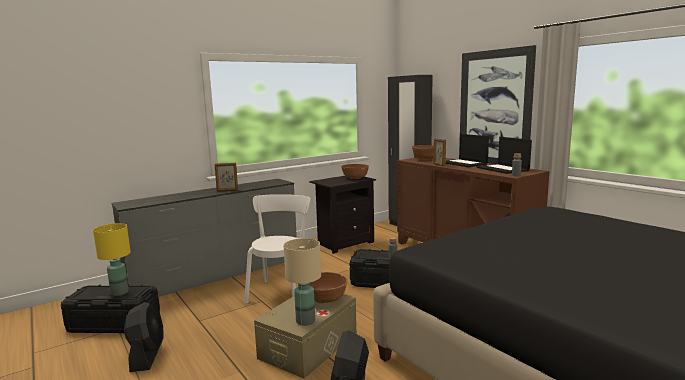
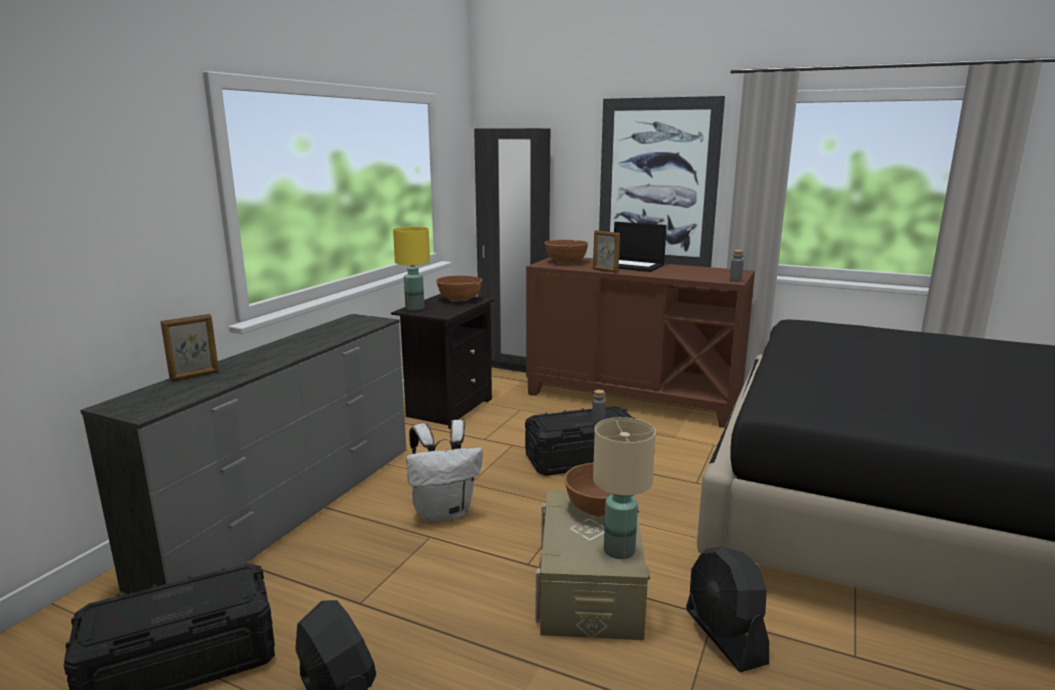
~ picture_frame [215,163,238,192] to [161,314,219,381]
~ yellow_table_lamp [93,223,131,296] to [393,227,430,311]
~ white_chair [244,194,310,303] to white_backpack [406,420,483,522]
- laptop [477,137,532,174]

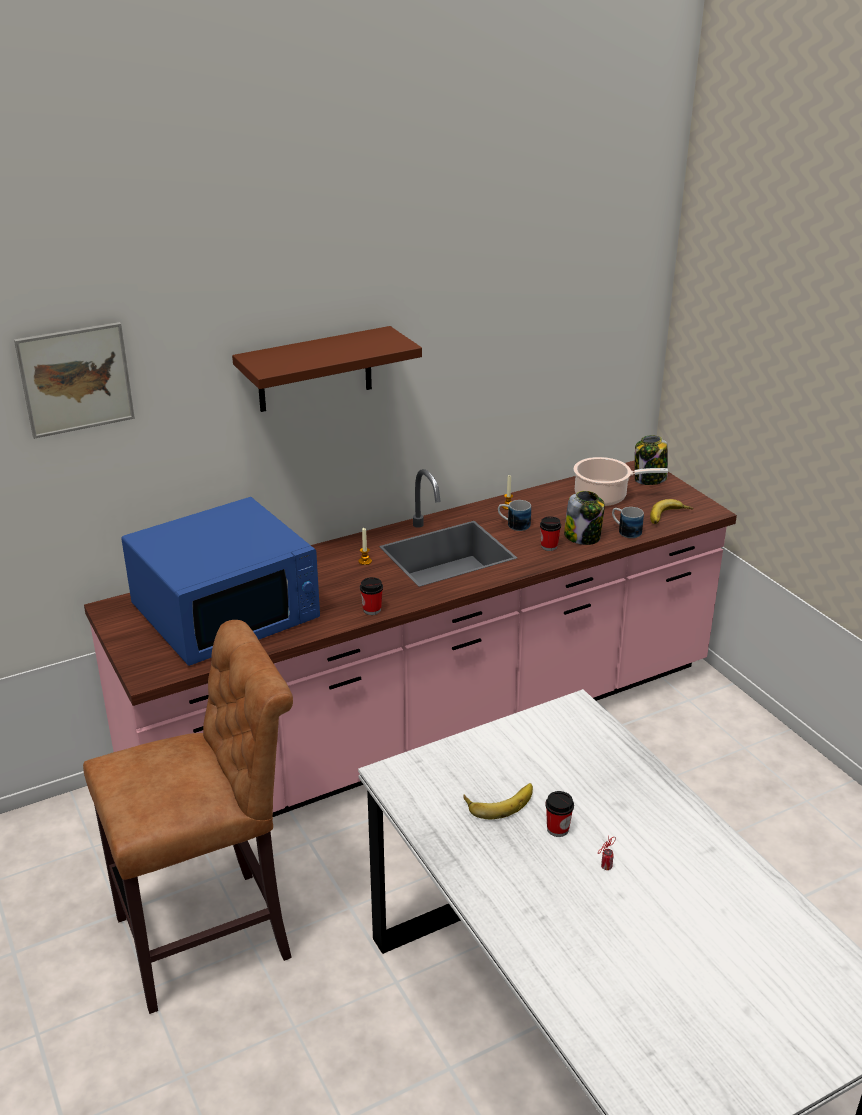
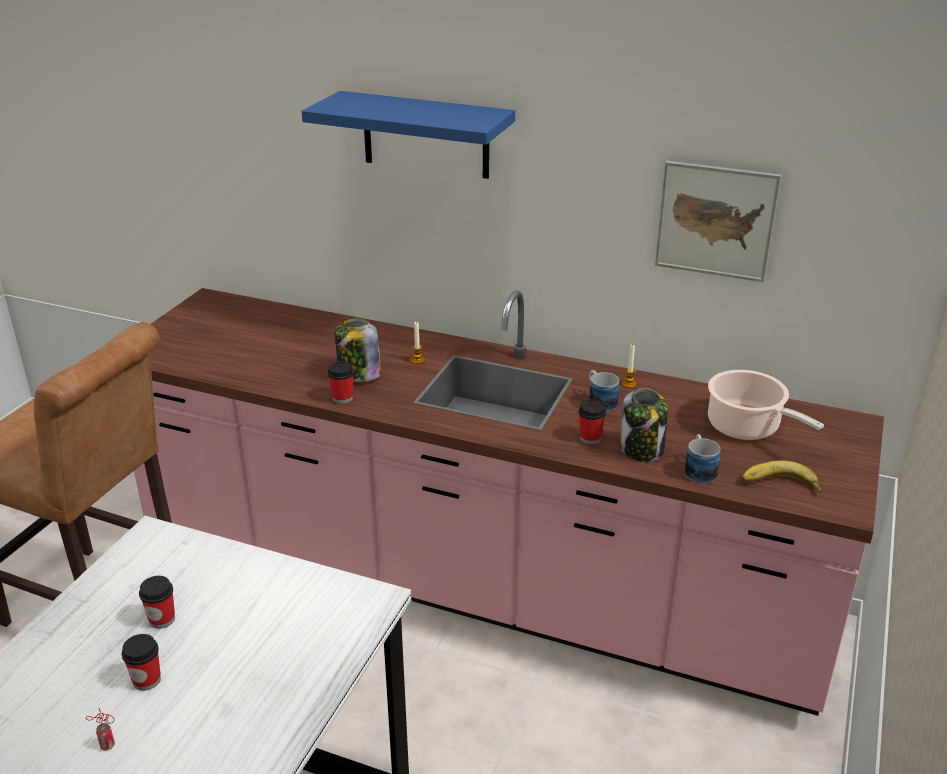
~ banana [463,783,533,820] to cup [139,576,175,629]
~ brown_shelf [232,326,422,412] to blue_shelf [302,91,515,179]
~ jar [635,435,668,485] to [335,318,381,382]
~ picture [14,322,135,439] to [655,161,781,282]
- blue_microwave [121,497,320,666]

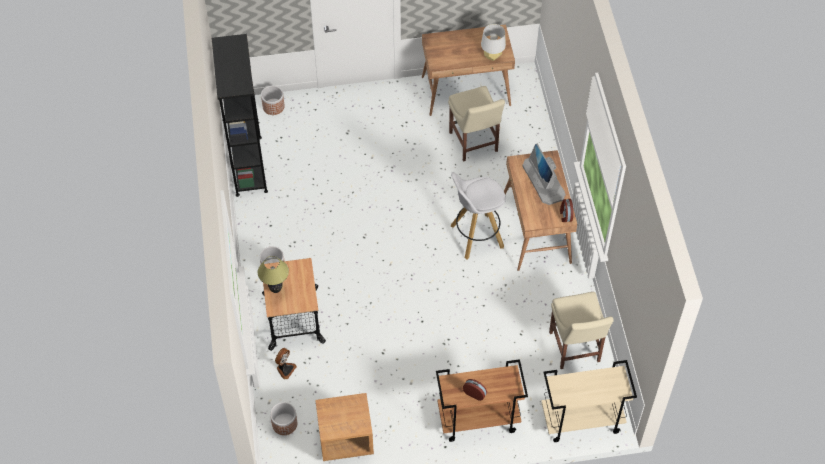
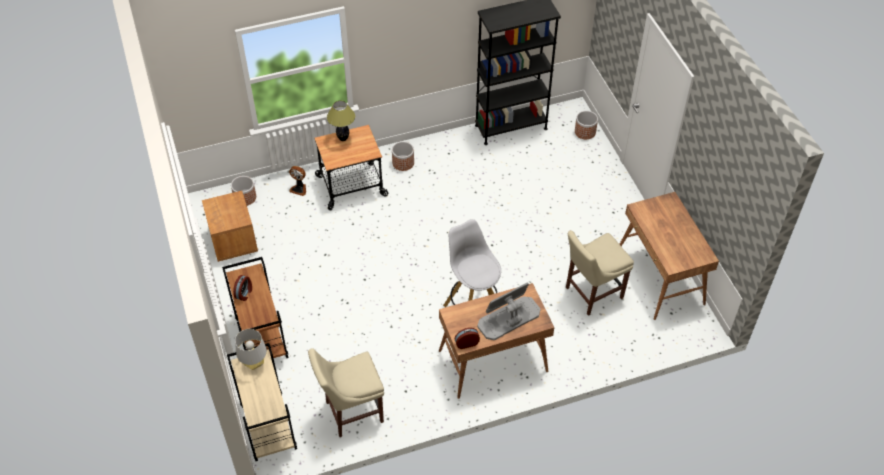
~ grey_table_lamp [481,24,506,61] to [235,329,267,370]

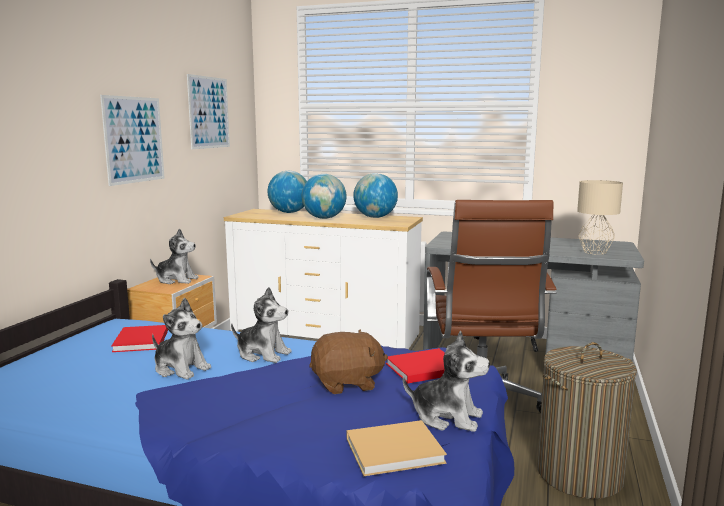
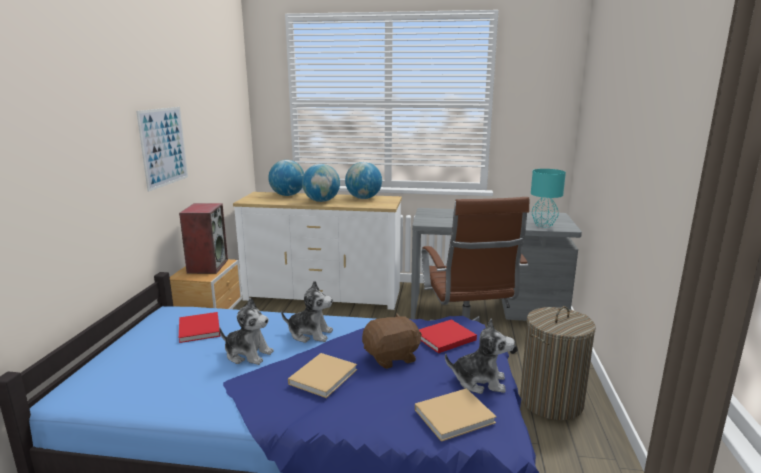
~ plush_toy [150,228,199,284] to speaker [179,203,228,274]
+ beige_book [288,353,357,398]
~ beige_table_lamp [577,180,623,255] to turquoise_table_lamp [531,169,566,227]
- picture [187,74,230,149]

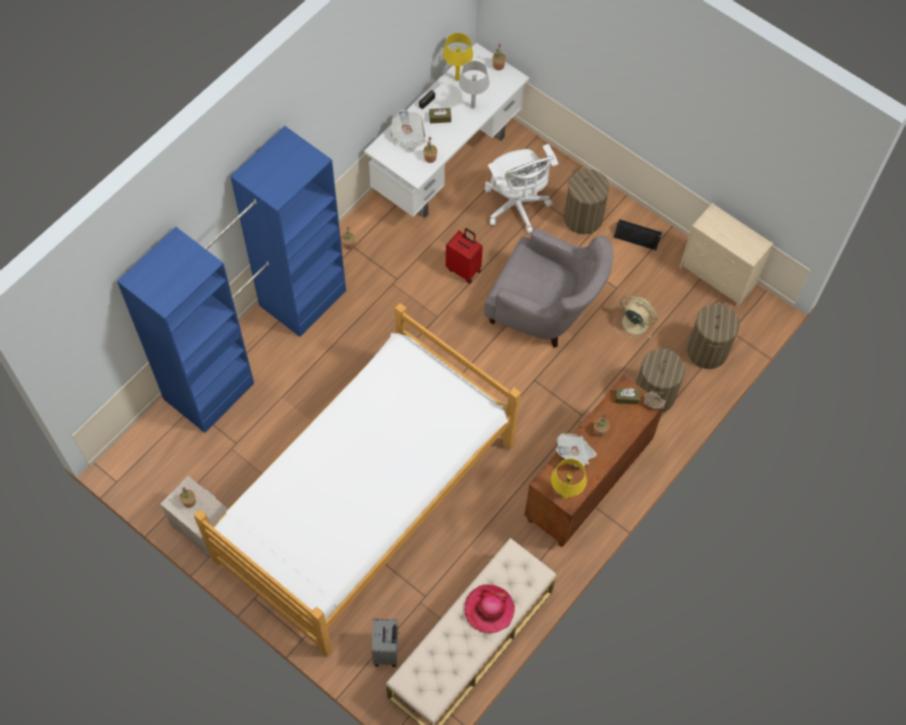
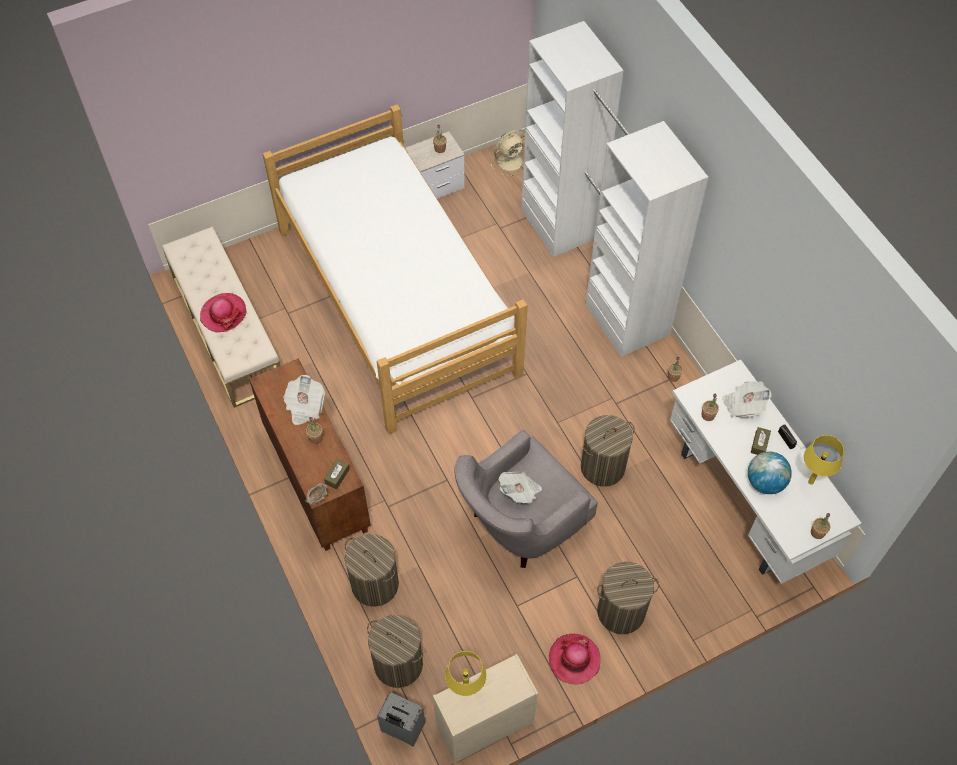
~ grey_suitcase [372,619,398,667] to [377,692,425,746]
~ yellow_table_lamp [551,459,587,499] to [445,651,487,696]
~ beige_fan [614,295,657,338] to [490,129,525,176]
+ newspaper [499,472,542,504]
~ blue_wardrobe [117,126,346,433] to white_wardrobe [521,21,708,357]
~ black_speaker [613,219,662,251] to hat [549,634,600,685]
~ red_suitcase [446,228,483,284] to laundry_basket [581,415,635,487]
~ grey_table_lamp [459,61,490,109] to globe [748,451,792,494]
- white_office_chair [485,144,558,234]

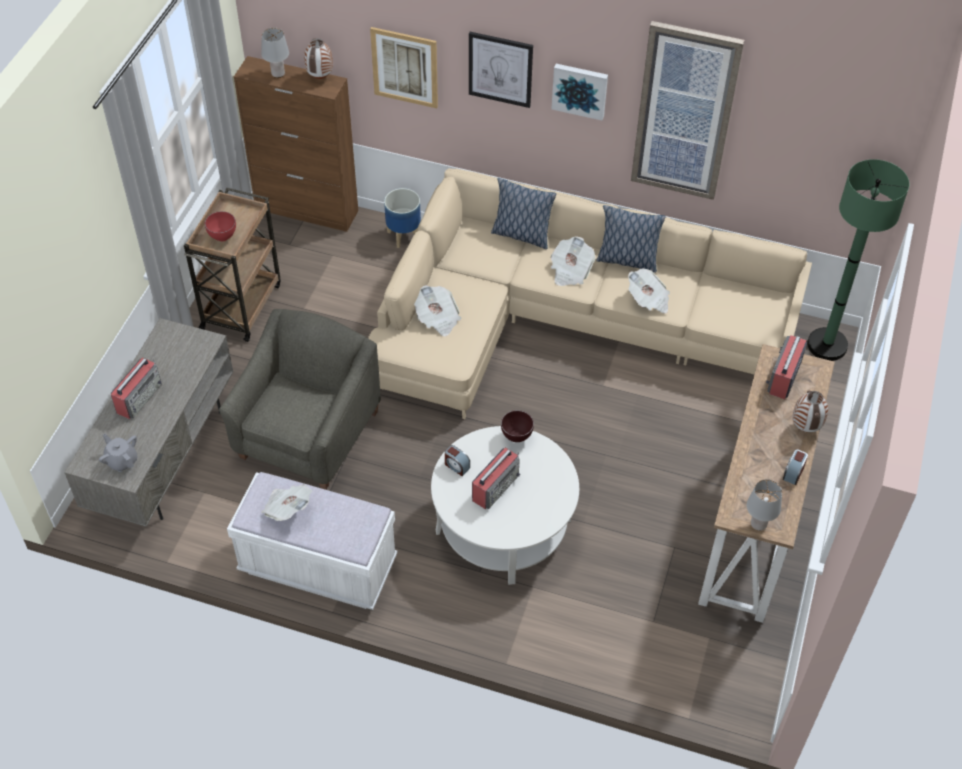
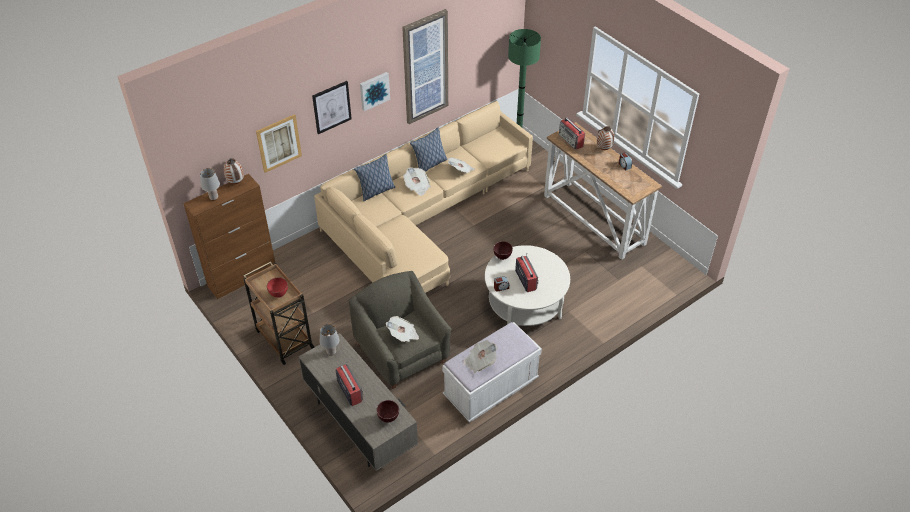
~ grey_table_lamp [746,479,782,531] to [320,324,339,355]
~ grey_teapot [99,434,137,472] to brown_bowl [376,400,399,423]
~ newspaper [414,285,461,337] to [386,316,419,342]
- planter [384,188,421,248]

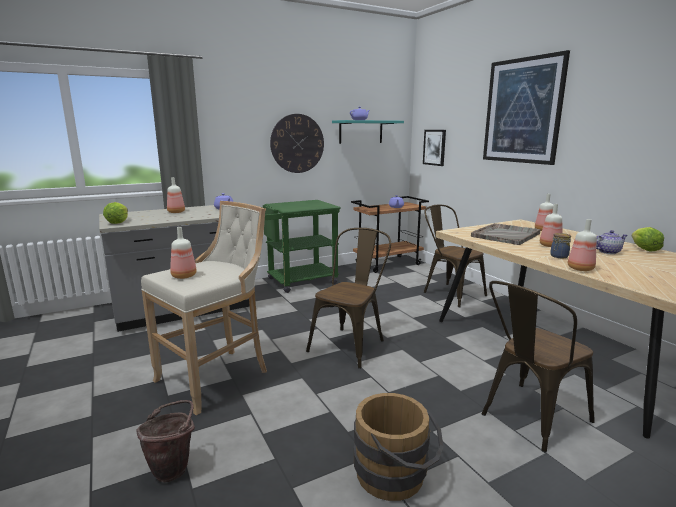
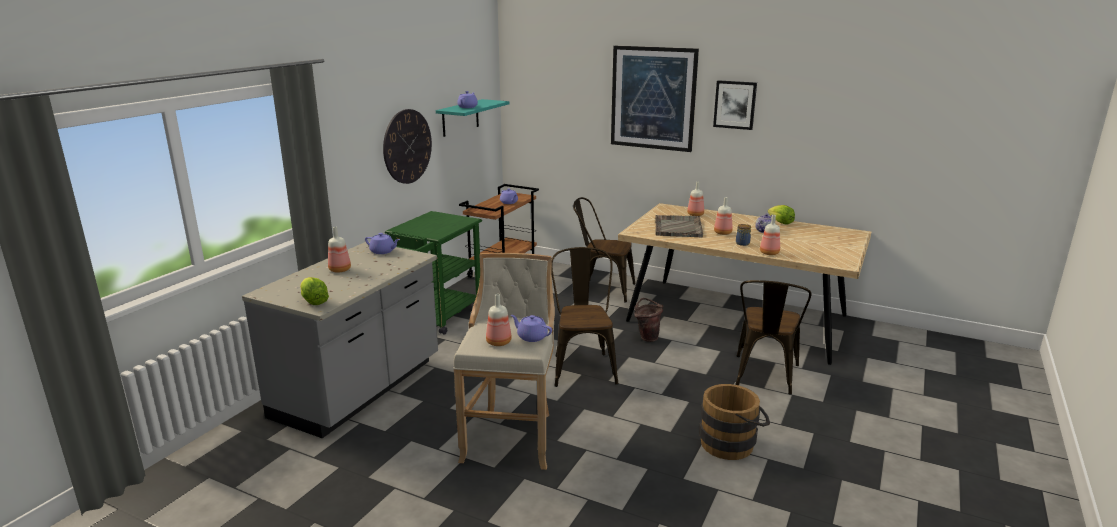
+ purple_teapot [511,315,552,342]
~ brown_bucket [136,400,195,482] to [634,298,663,342]
~ picture [423,130,446,166] to [713,80,757,130]

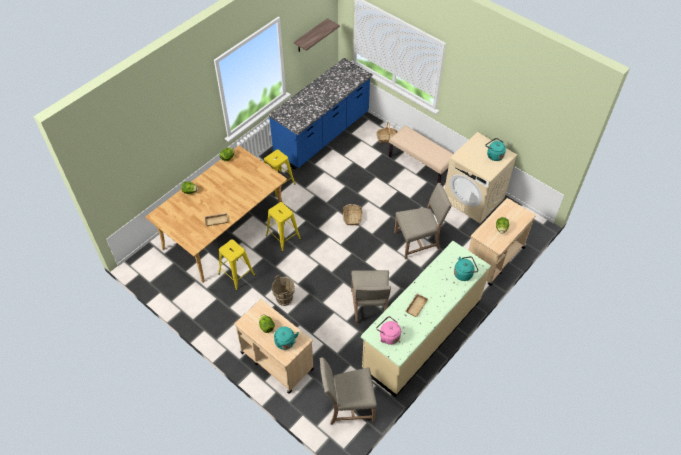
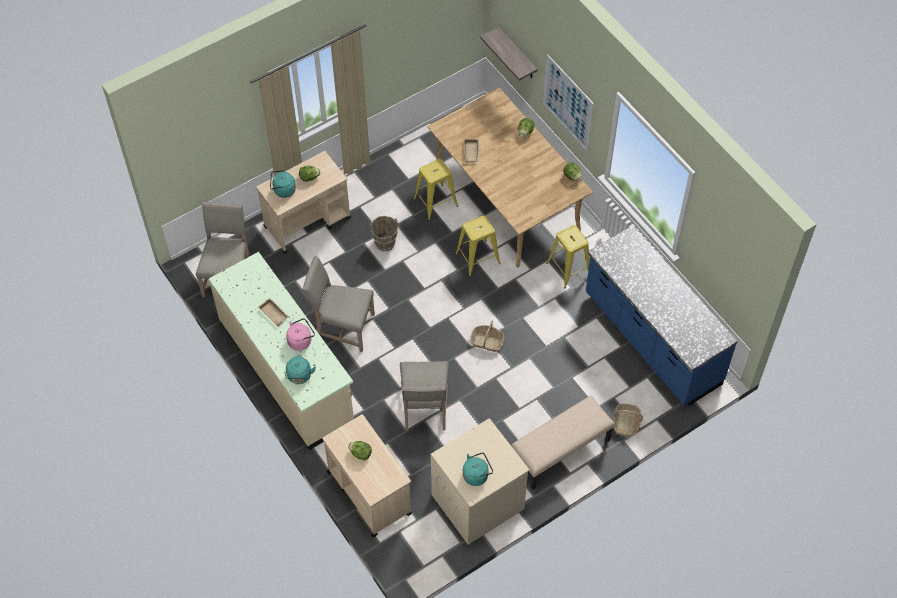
~ pink_kettle [376,316,401,345] to [286,318,315,351]
~ shelf [294,18,340,52] to [480,27,538,81]
+ picture [543,55,594,151]

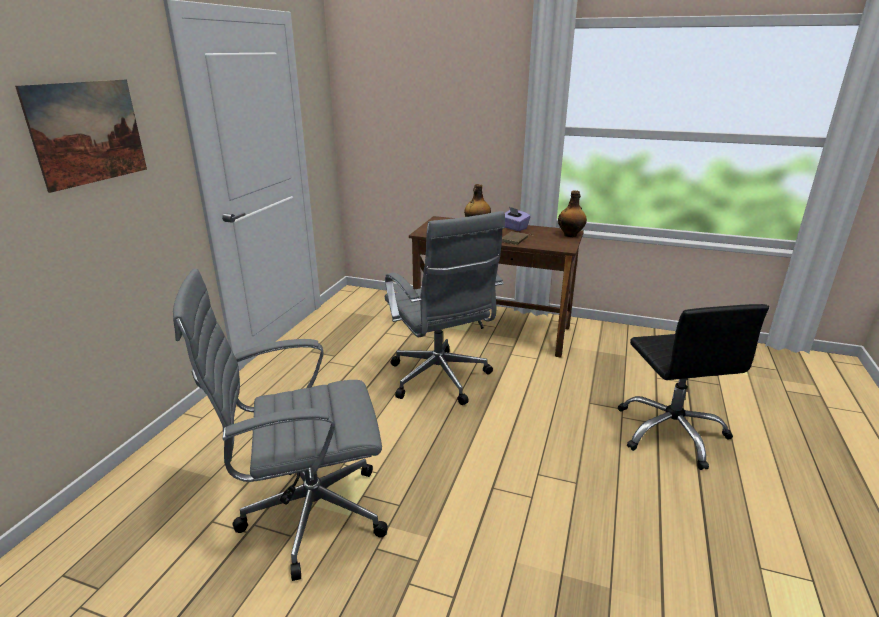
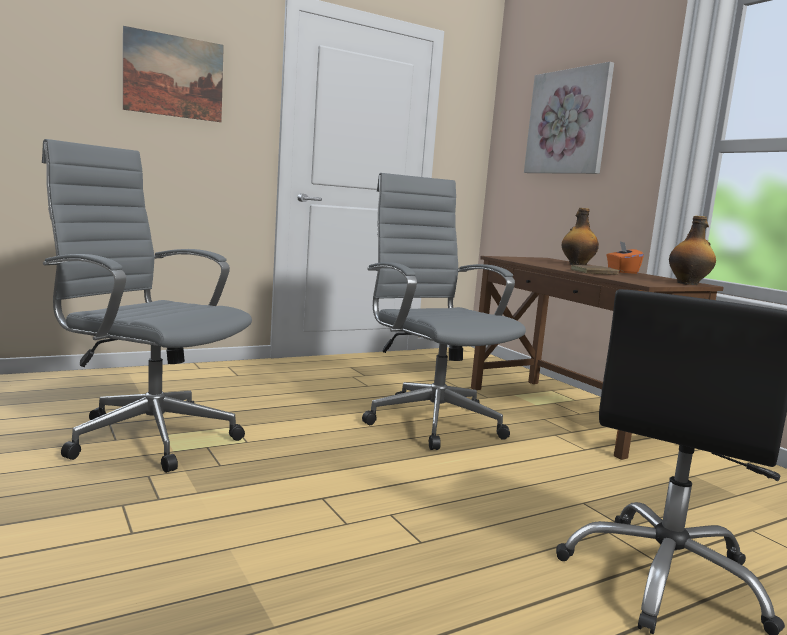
~ grey_office_chair [385,211,505,405] = [362,173,526,450] 135 degrees clockwise
+ picture [524,62,614,174]
~ purple_tissue_box [505,207,531,231] to orange_tissue_box [606,241,644,274]

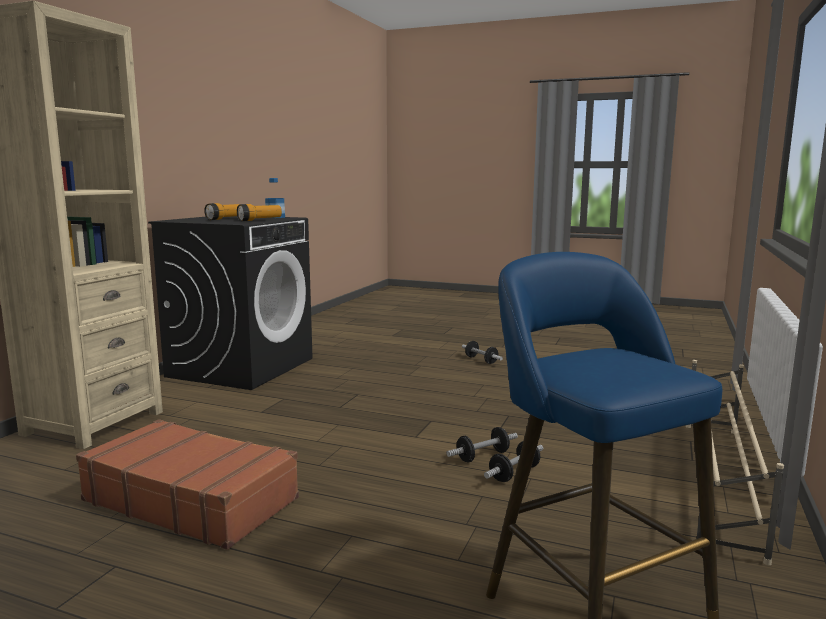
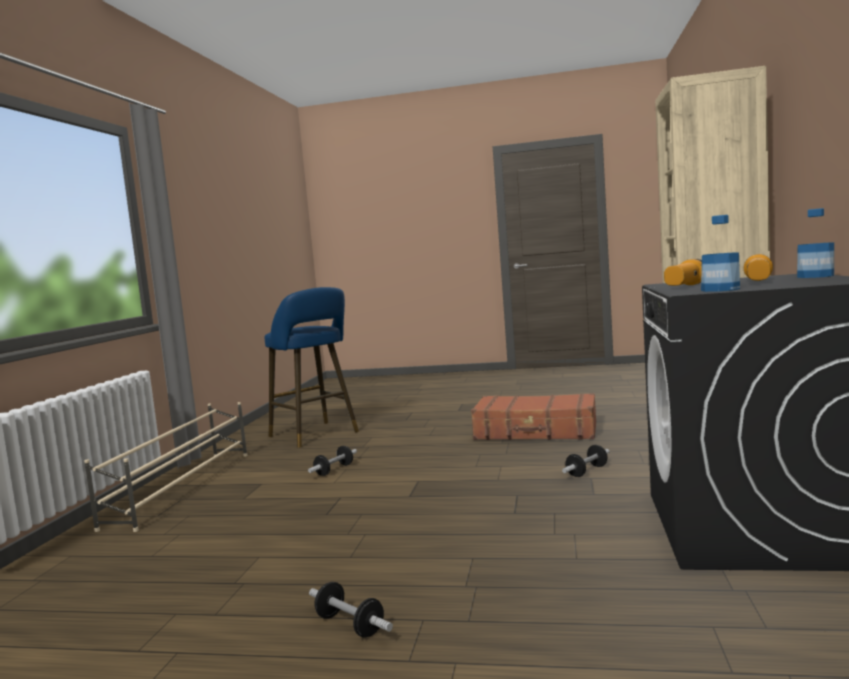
~ dumbbell [446,427,518,463] to [562,445,609,477]
+ bottle [797,208,834,278]

